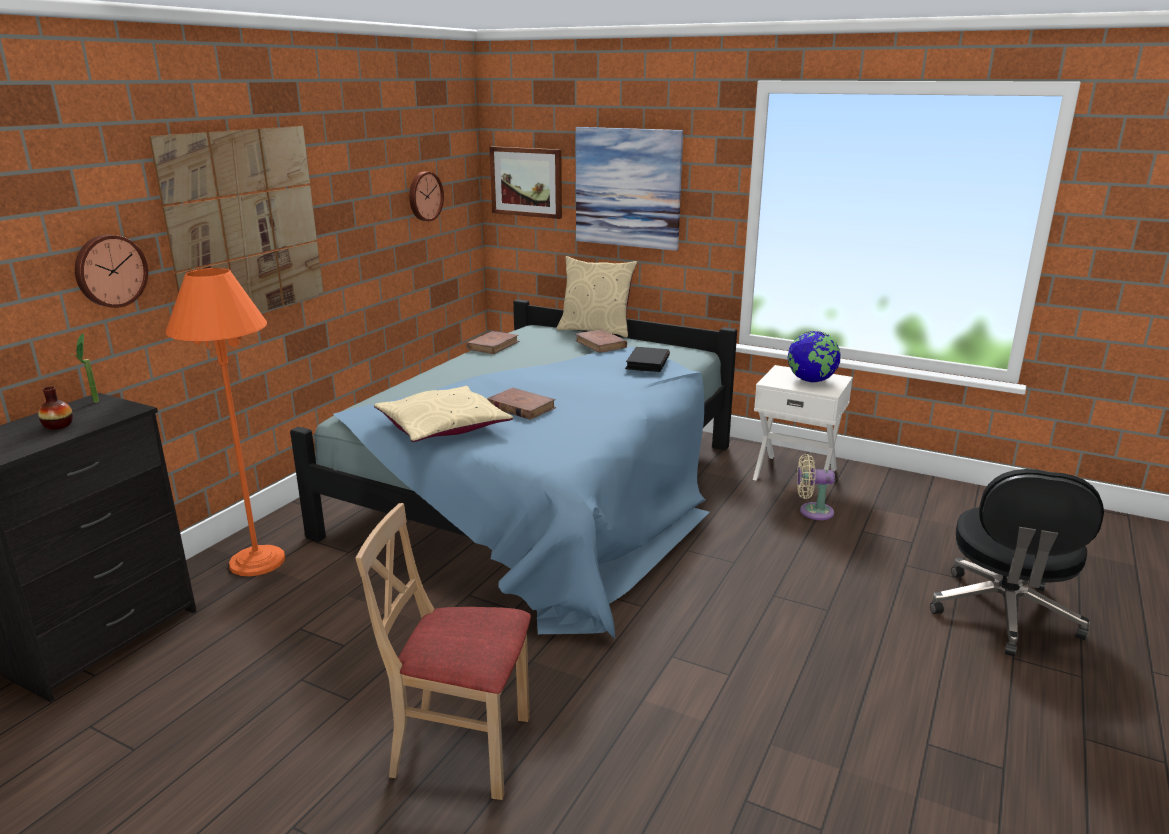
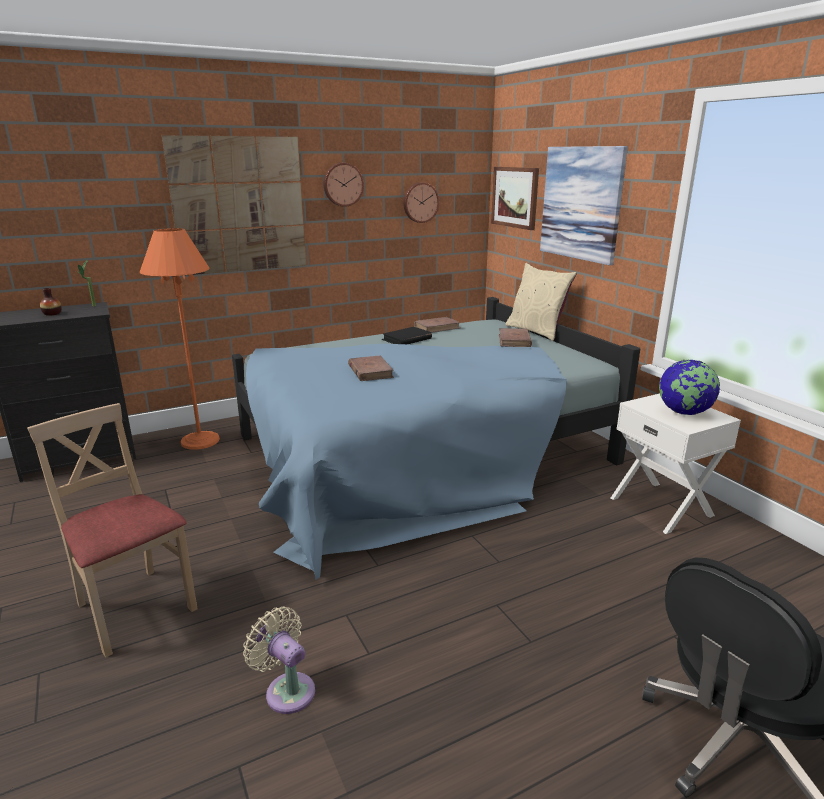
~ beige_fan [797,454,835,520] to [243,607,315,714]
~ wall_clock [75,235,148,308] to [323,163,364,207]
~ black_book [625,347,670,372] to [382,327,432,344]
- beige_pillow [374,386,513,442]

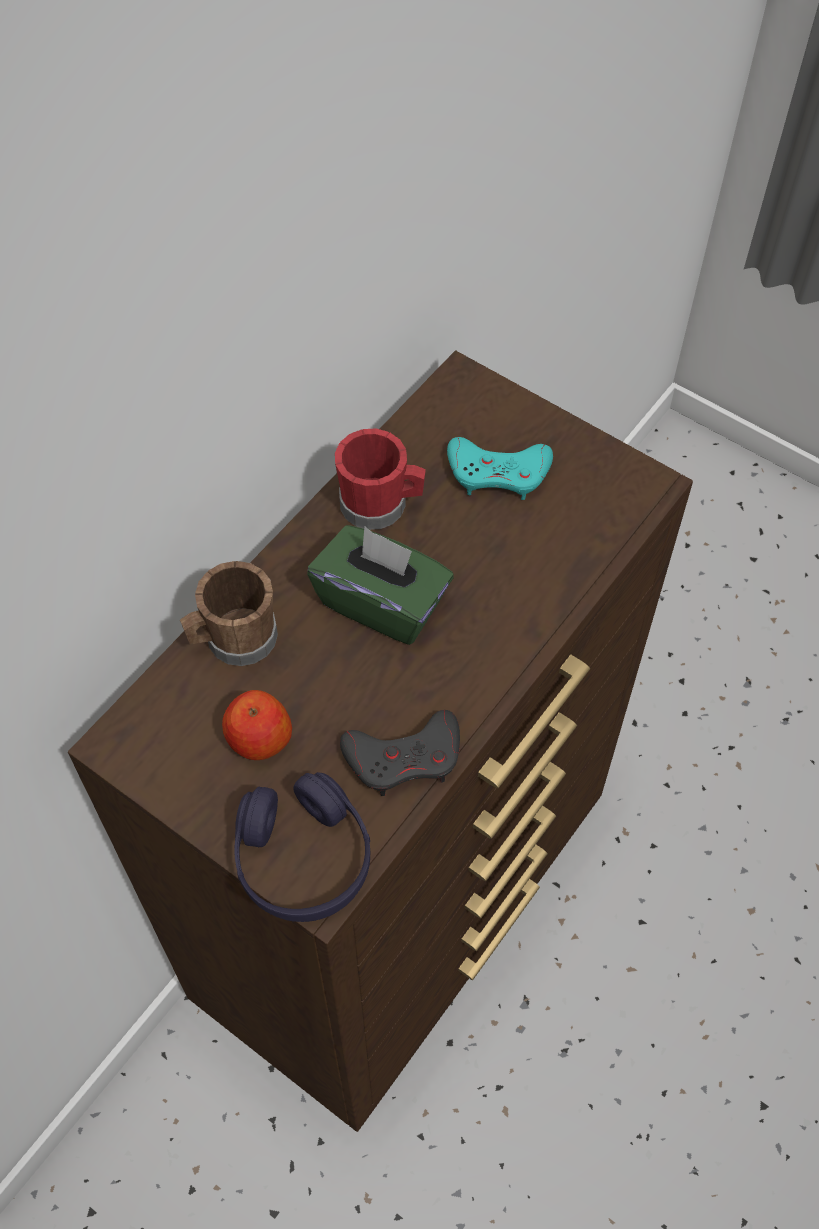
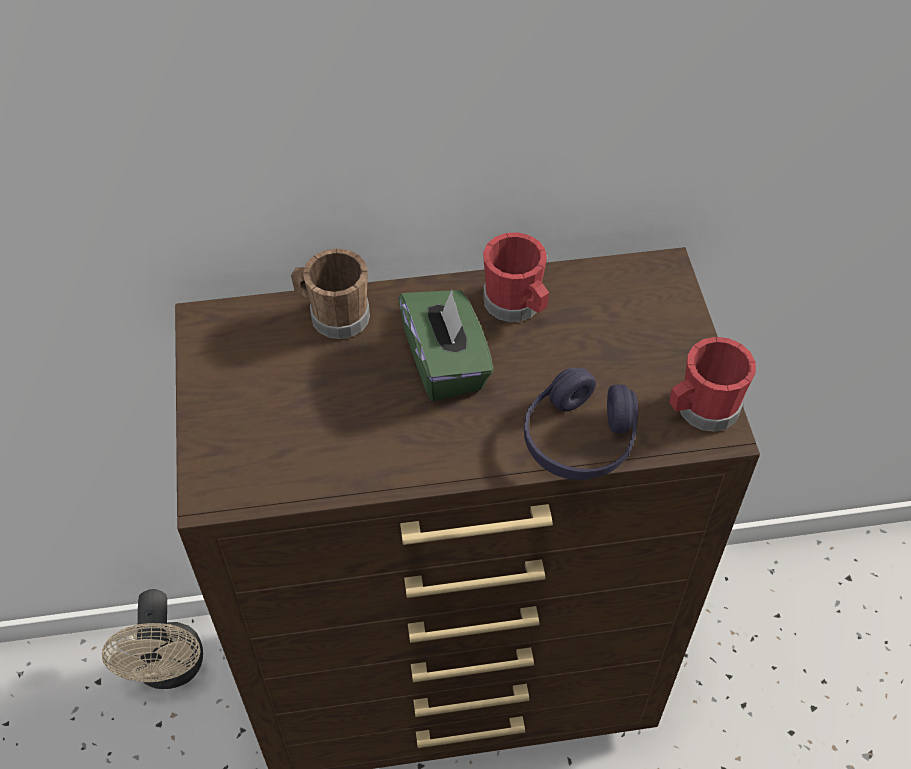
+ beige_fan [102,589,203,689]
~ purple_headphones [234,772,370,922] to [524,368,638,480]
+ red_mug [669,337,756,432]
- apple [222,690,292,760]
- grey_game_controller [340,710,460,796]
- turquoise_game_controller [447,437,553,500]

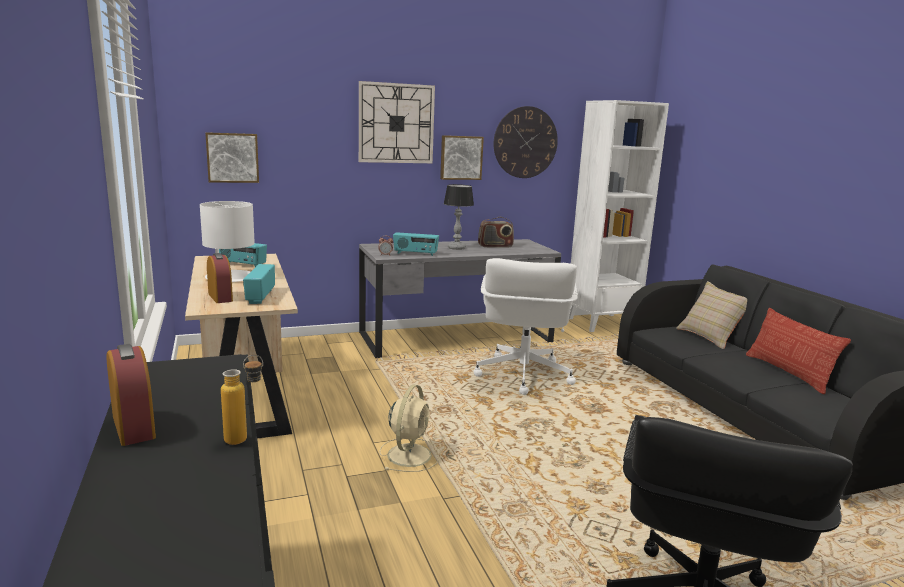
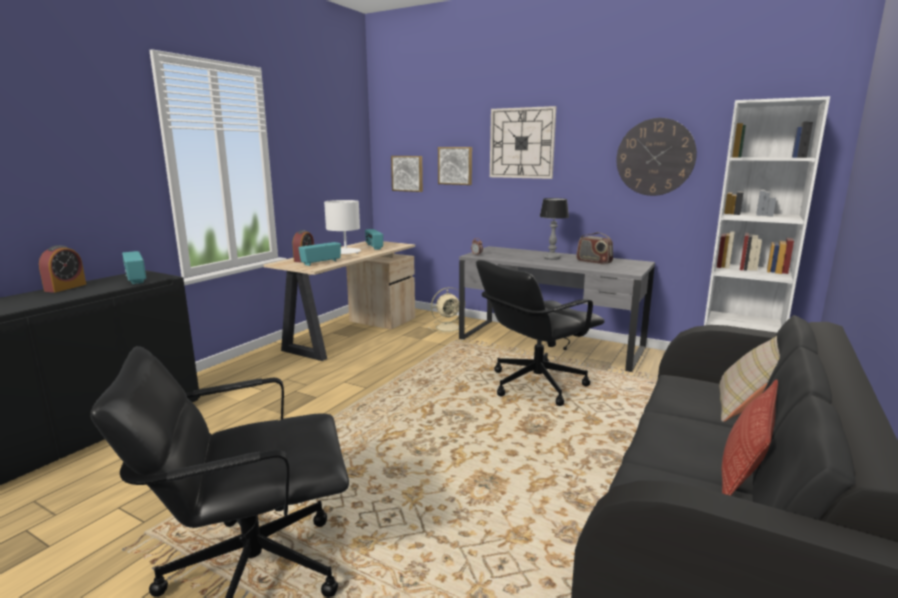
~ radio [393,232,439,256] to [122,251,146,284]
~ beige_fan [380,385,441,472] to [428,287,467,333]
~ picture [440,135,484,180] to [438,147,472,185]
~ white_office_chair [473,258,578,395] to black_office_chair [476,260,605,406]
- bottle [221,355,263,445]

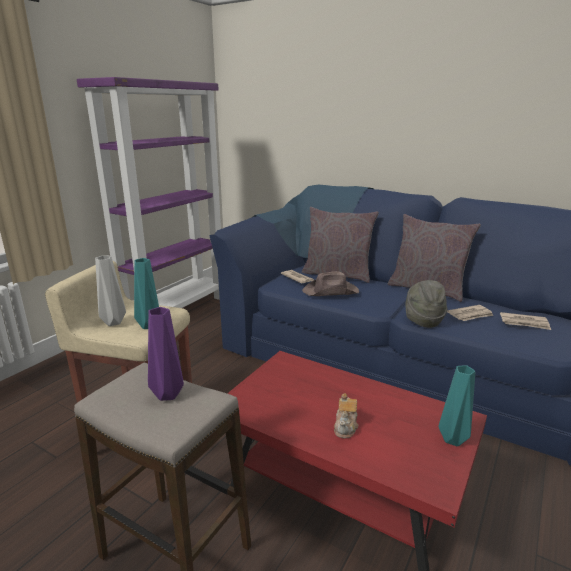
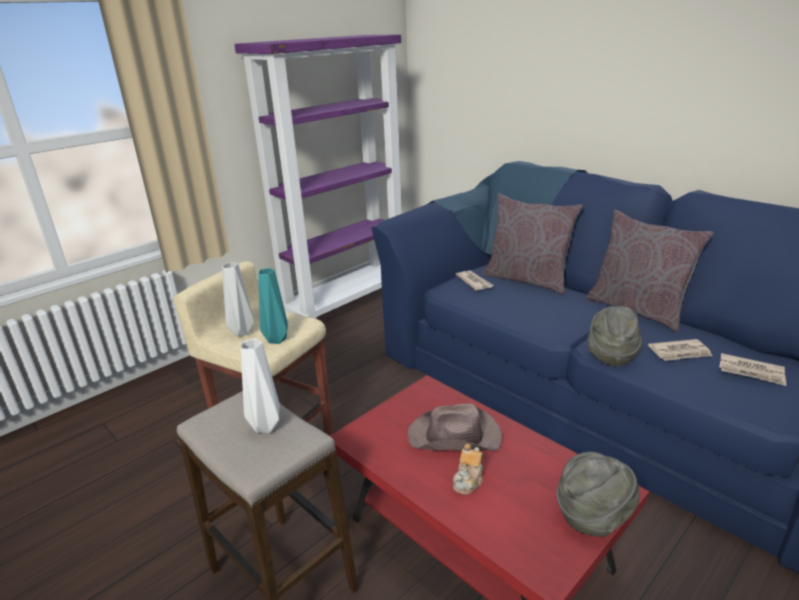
~ purple_vase [148,307,184,401] to white_vase [241,339,280,433]
~ brown_hat [302,271,359,296] to [408,404,502,451]
~ turquoise_vase [439,366,475,446] to grey_hat [557,452,640,537]

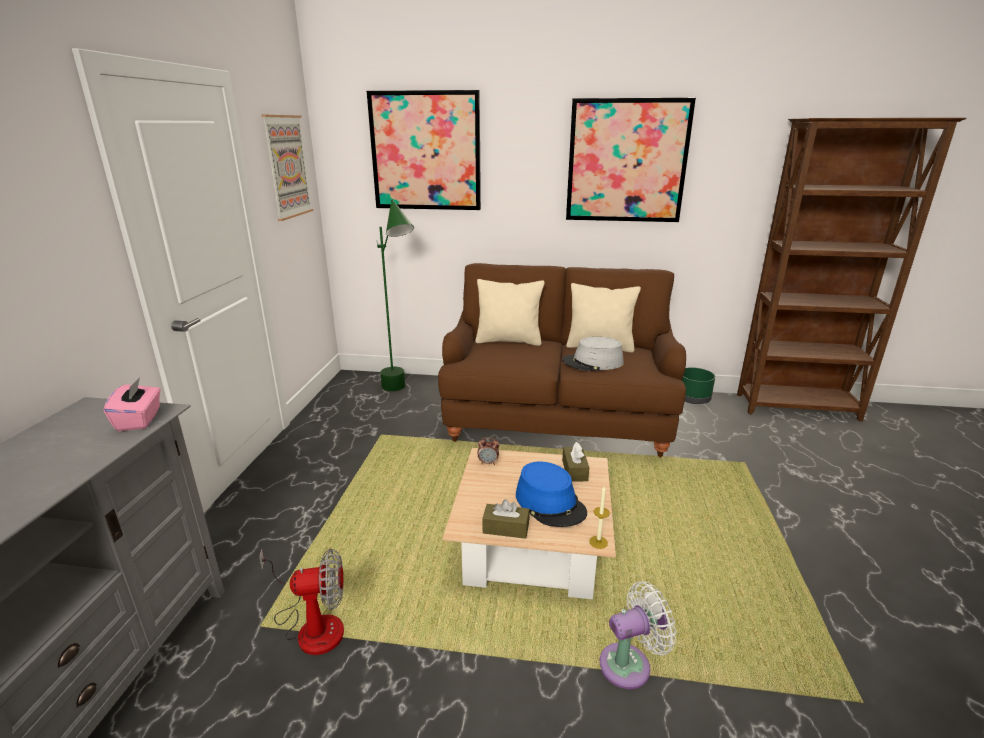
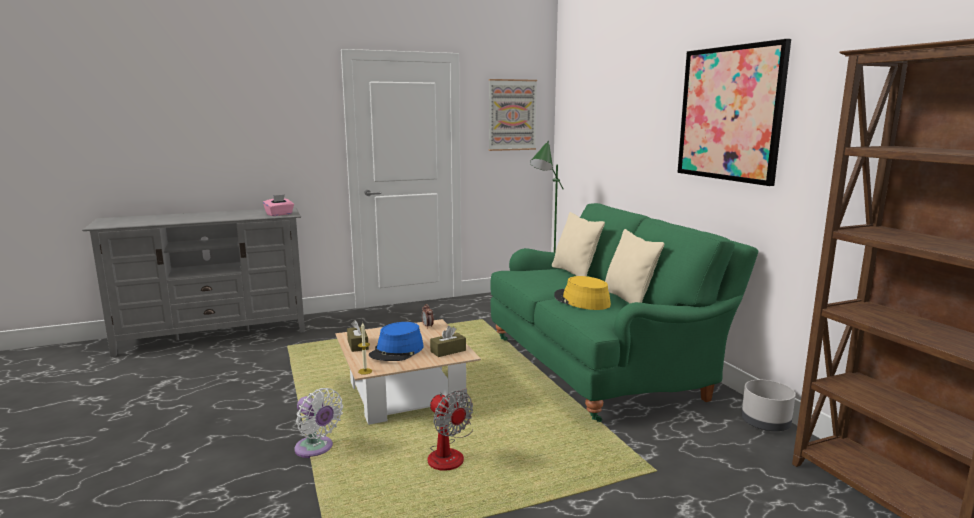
~ fan [259,549,344,655] to [428,388,473,471]
~ brown_sofa [438,263,686,457] to green_sofa [490,203,758,422]
~ grey_hat [562,337,624,371] to yellow_hat [554,276,611,310]
~ green_planter [682,367,715,404] to grey_planter [741,380,796,431]
- picture [367,90,481,210]

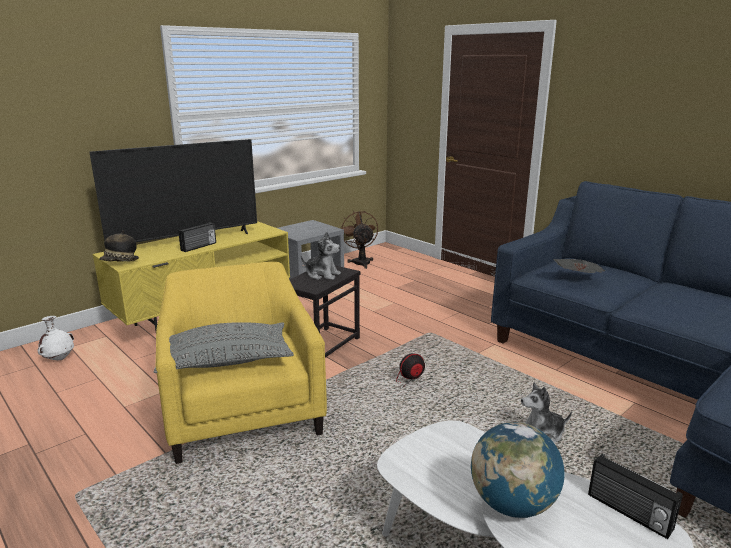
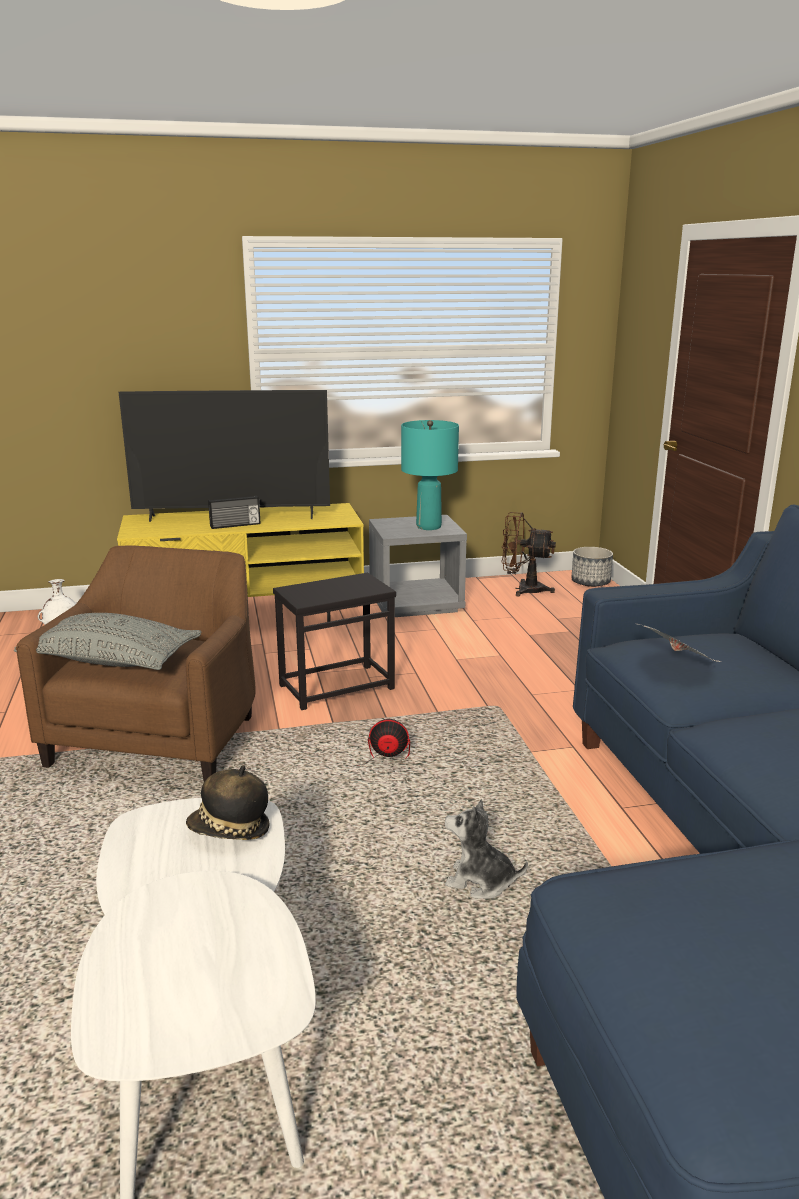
~ yellow_armchair [156,262,327,464] to brown_armchair [16,546,256,782]
~ hat [99,230,139,262] to [186,765,269,840]
+ turquoise_table_lamp [401,420,459,530]
~ brown_fan [341,211,378,269] = [501,512,556,597] 90 degrees counterclockwise
+ planter [571,547,613,587]
- plush_toy [301,232,341,280]
- globe [471,422,564,518]
- radio [588,454,683,539]

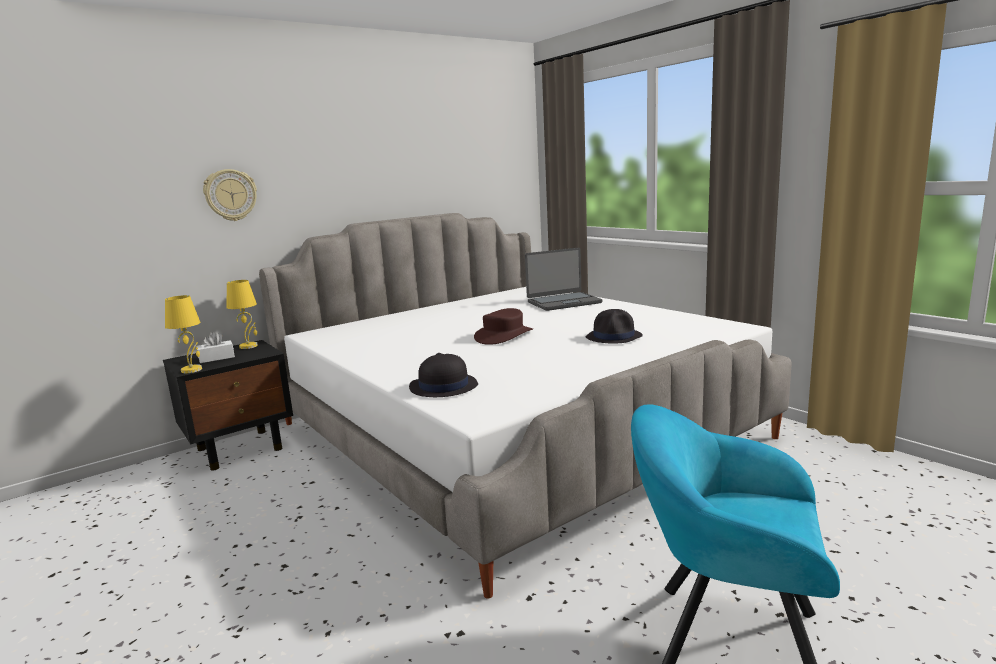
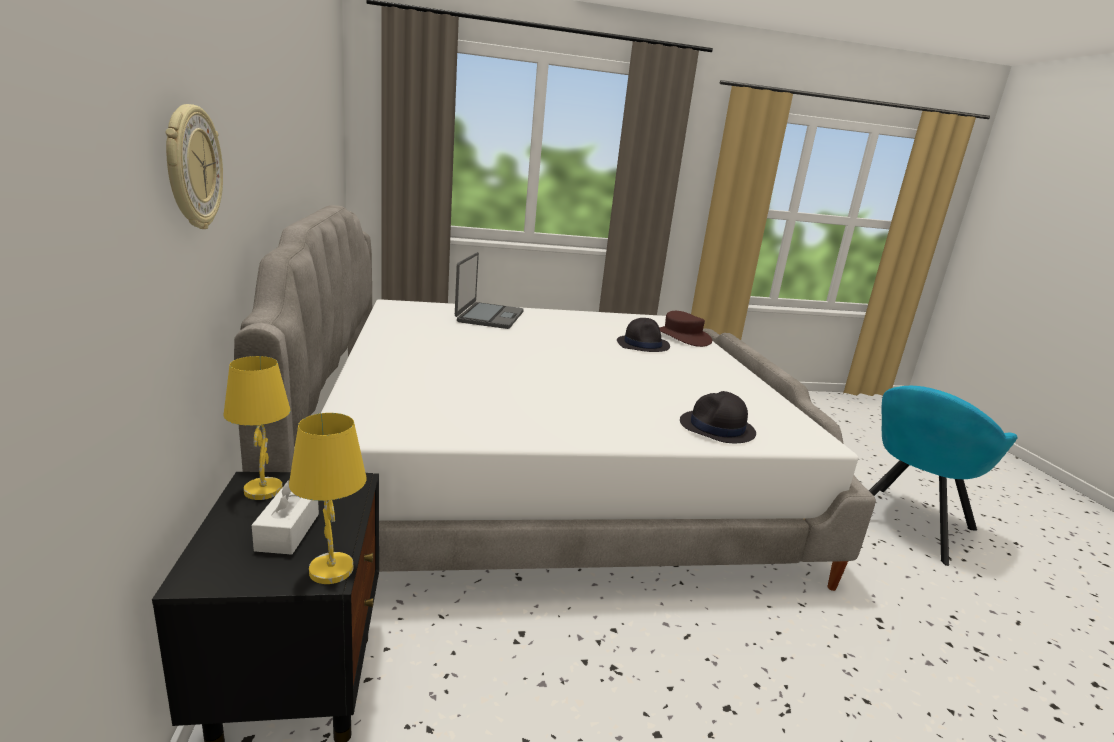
~ brown_hat [474,308,533,345] to [659,311,712,347]

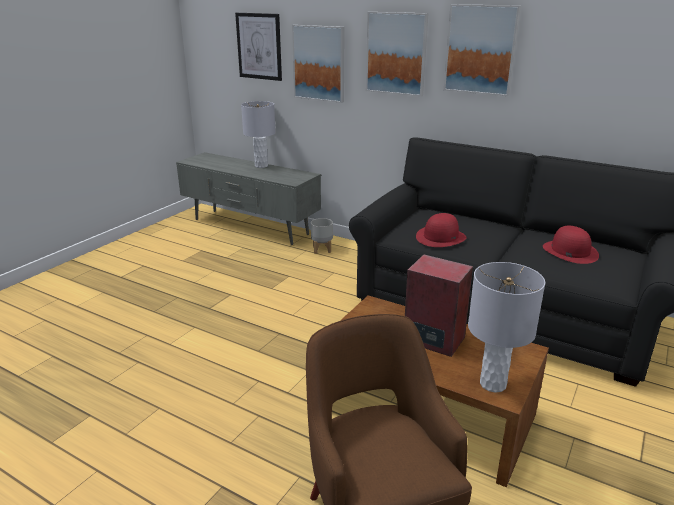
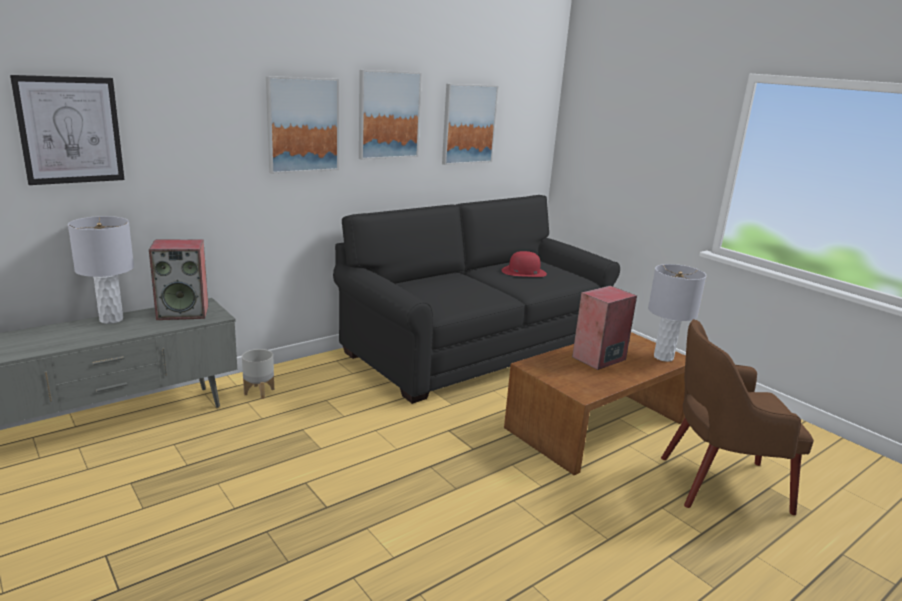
+ speaker [149,239,208,320]
~ picture [292,25,345,103] to [442,84,498,165]
- red_hat [416,213,466,247]

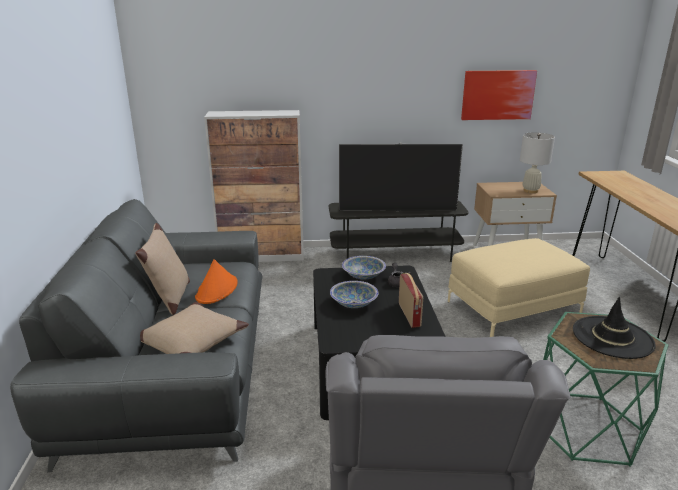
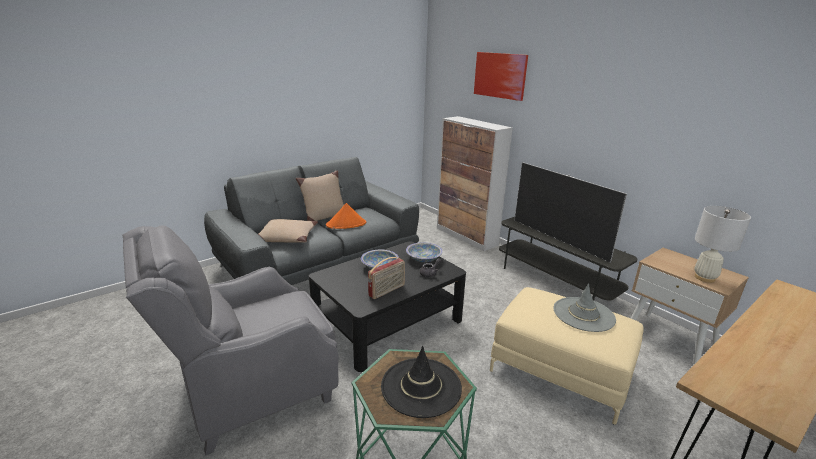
~ picture [461,70,537,120] to [474,52,528,101]
+ grey_hat [554,283,616,332]

